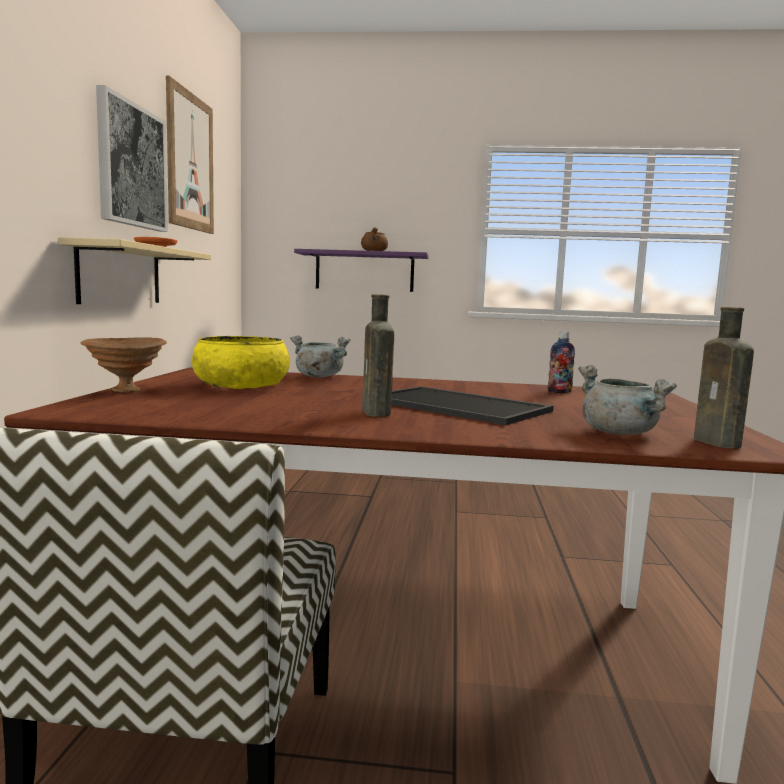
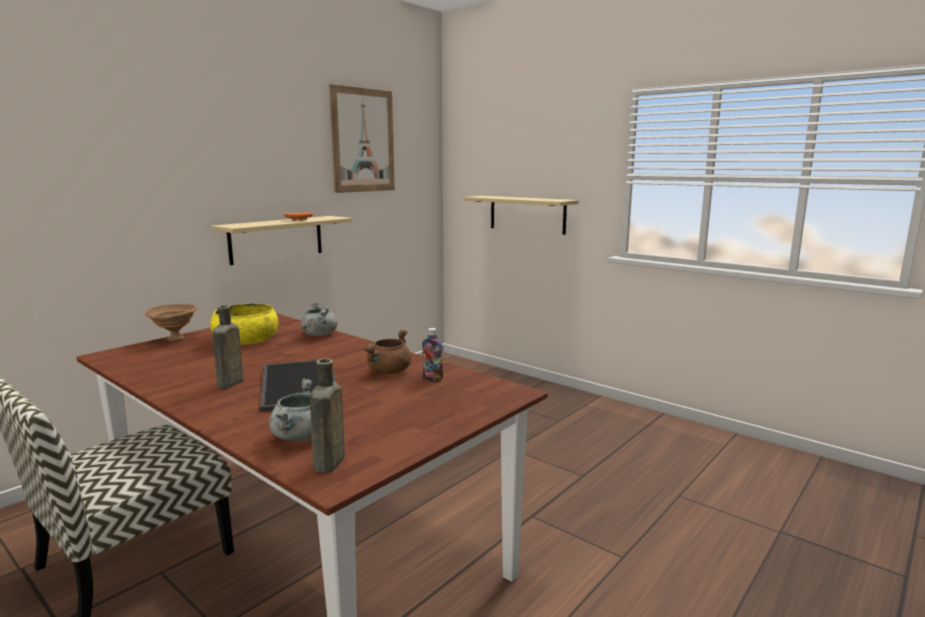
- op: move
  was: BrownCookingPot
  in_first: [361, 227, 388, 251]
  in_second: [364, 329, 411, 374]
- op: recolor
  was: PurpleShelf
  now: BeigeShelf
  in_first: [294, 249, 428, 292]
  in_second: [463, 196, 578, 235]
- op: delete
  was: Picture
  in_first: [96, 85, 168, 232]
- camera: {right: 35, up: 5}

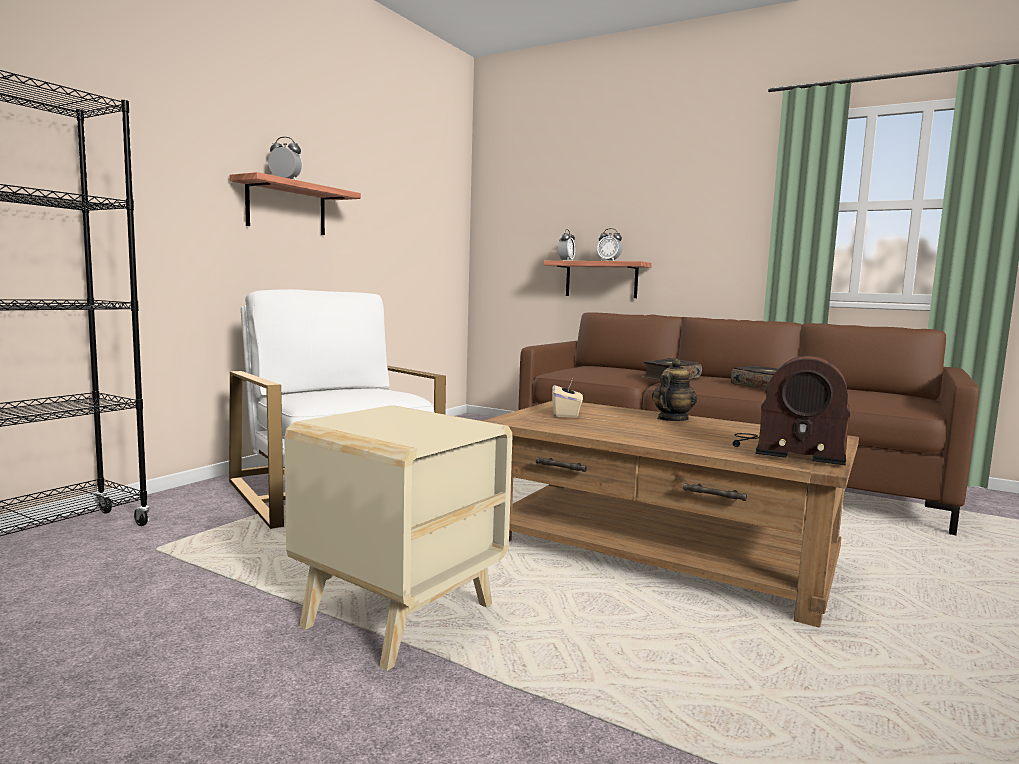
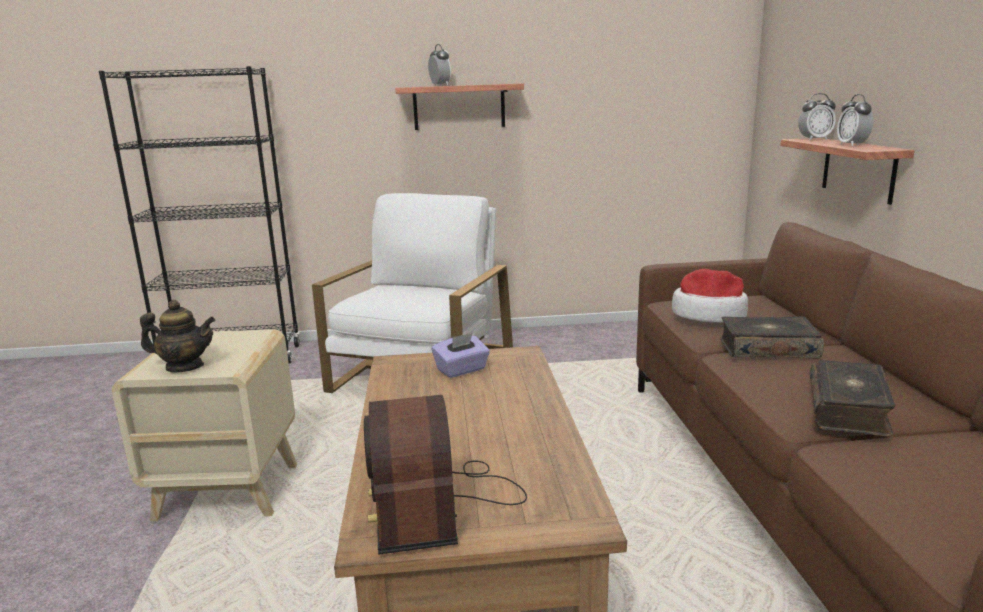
- op: move
  was: Teapot
  in_first: [652, 359, 697, 421]
  in_second: [140, 300, 215, 372]
- op: recolor
  was: BeigeTissueBox
  now: PurpleTissueBox
  in_first: [552, 379, 583, 418]
  in_second: [432, 333, 490, 378]
- op: insert
  now: Hat
  in_second: [672, 269, 748, 323]
- camera: {right: 55, up: 10}

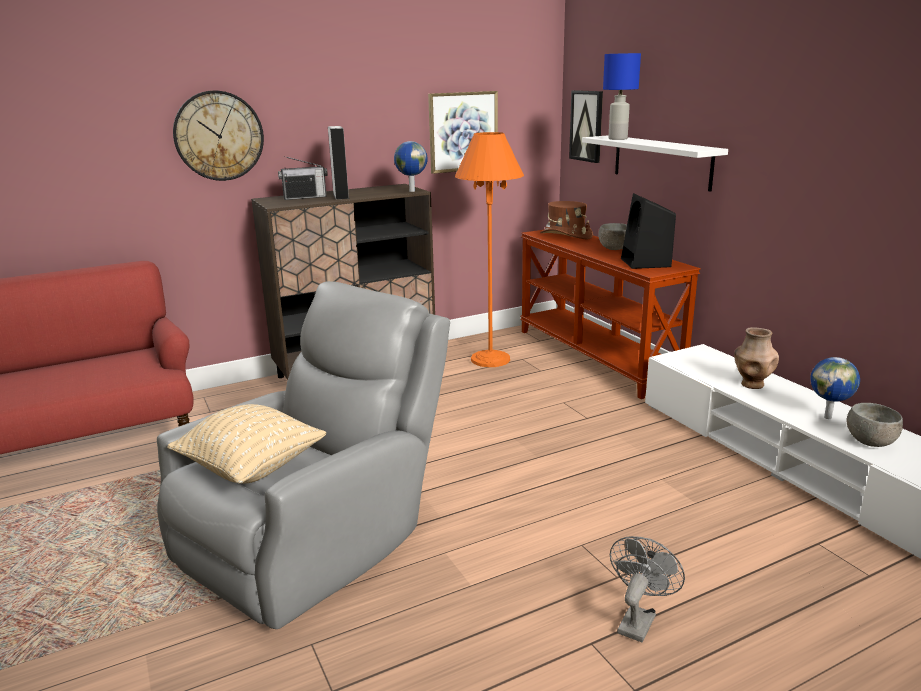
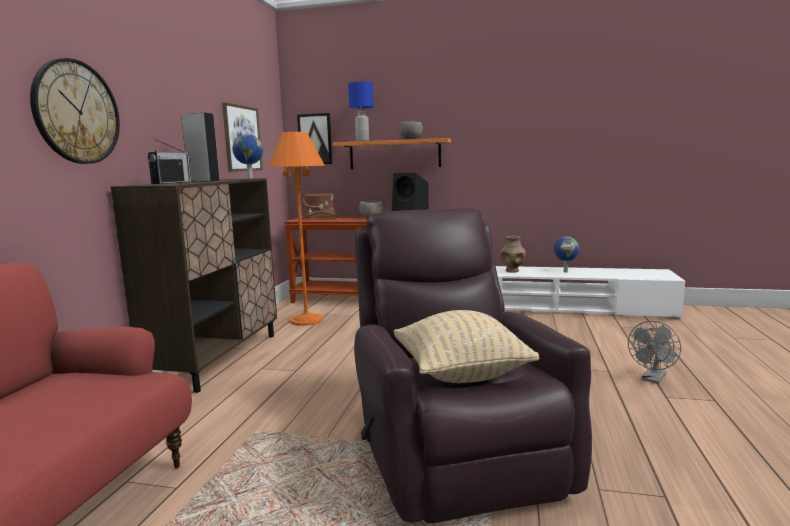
- op: recolor
  was: WhiteShelf
  now: OrangeShelf
  in_first: [582, 135, 728, 192]
  in_second: [333, 138, 451, 169]
- op: recolor
  was: GreyArmchair
  now: BrownArmchair
  in_first: [157, 281, 450, 629]
  in_second: [354, 208, 592, 523]
- op: move
  was: GreyBowl
  in_first: [847, 403, 903, 447]
  in_second: [398, 121, 423, 140]
- op: rotate
  was: GreyFan
  in_first: [610, 536, 685, 642]
  in_second: [628, 321, 681, 384]
  clockwise: -120
- camera: {right: -50, up: -10}

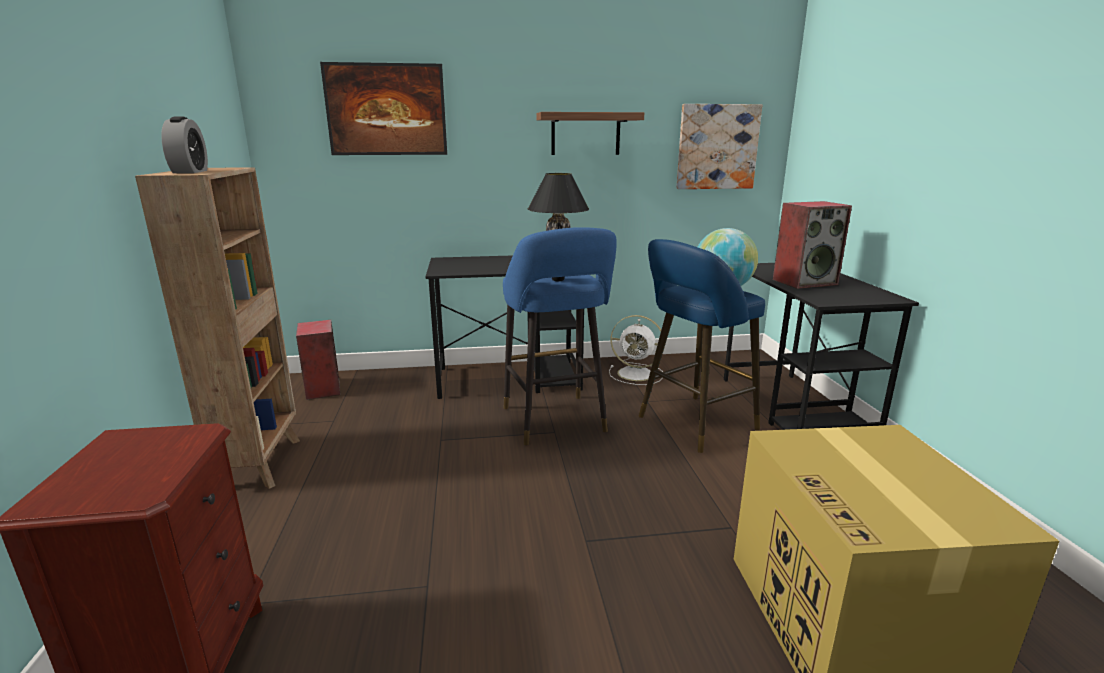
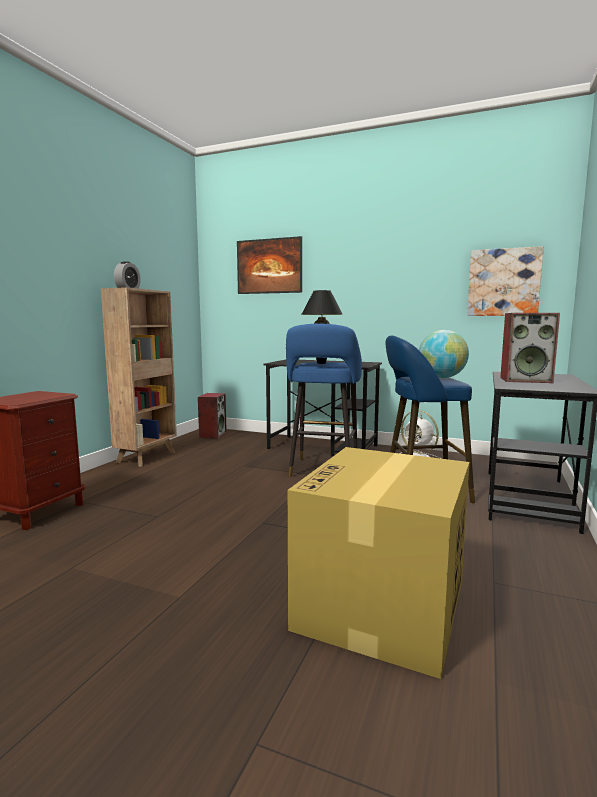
- op: delete
  was: Shelf
  in_first: [537, 112, 644, 155]
- camera: {right: 30, up: -10}

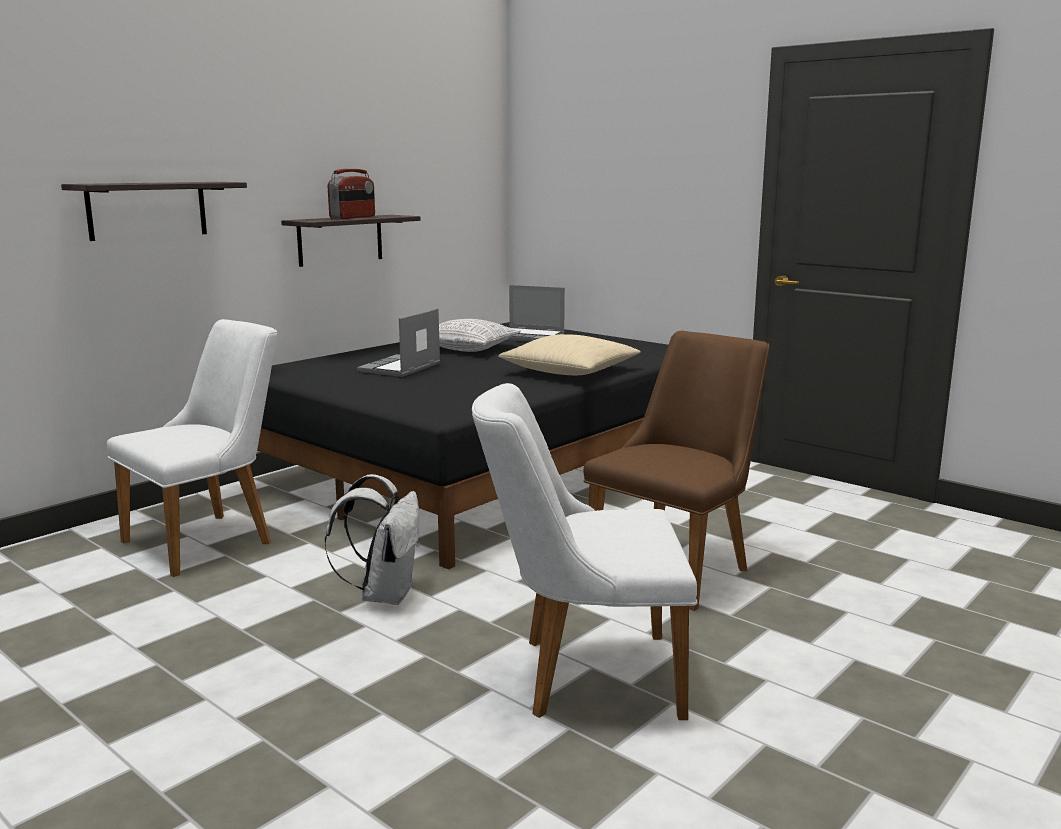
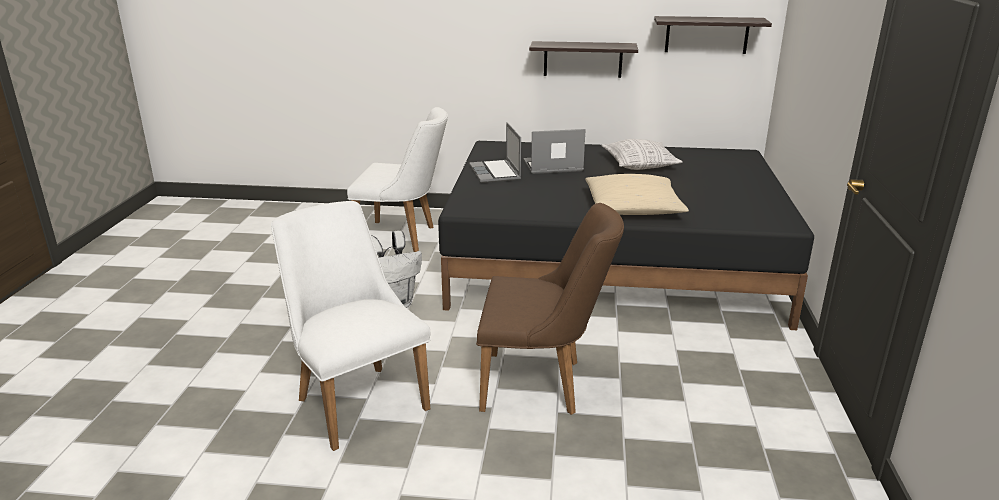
- op: move
  was: Laptop
  in_first: [506, 285, 565, 342]
  in_second: [469, 122, 521, 183]
- op: move
  was: Shelf
  in_first: [61, 182, 247, 241]
  in_second: [654, 16, 772, 54]
- op: delete
  was: Radio
  in_first: [328, 169, 375, 219]
- camera: {right: 55, up: 10}

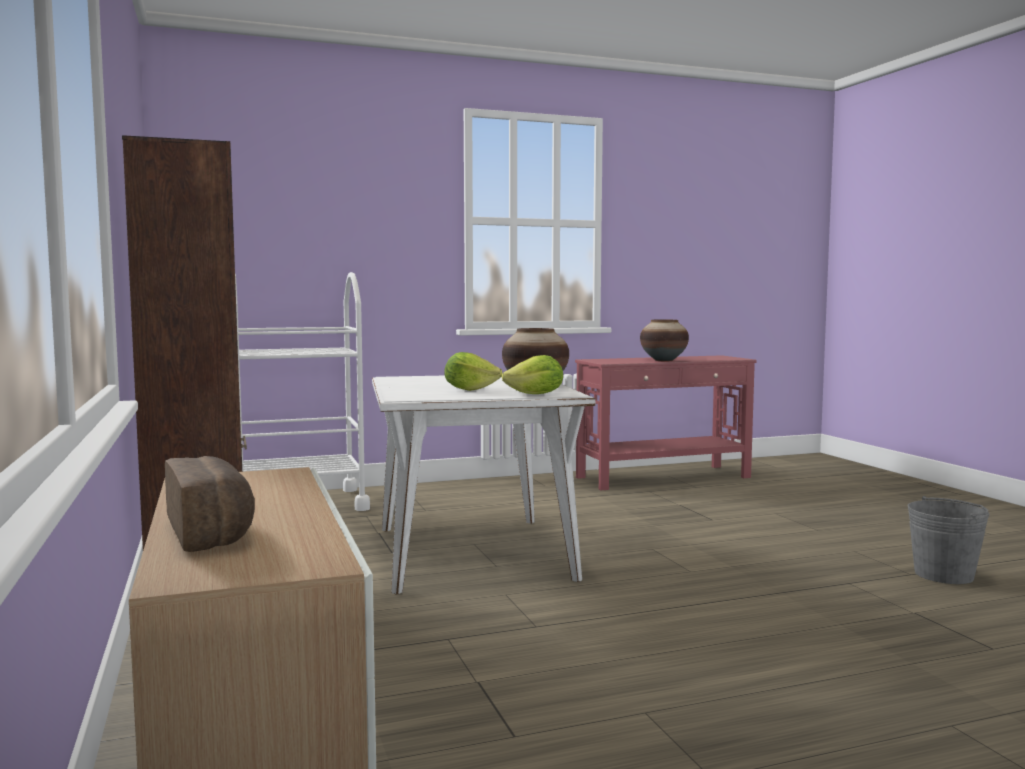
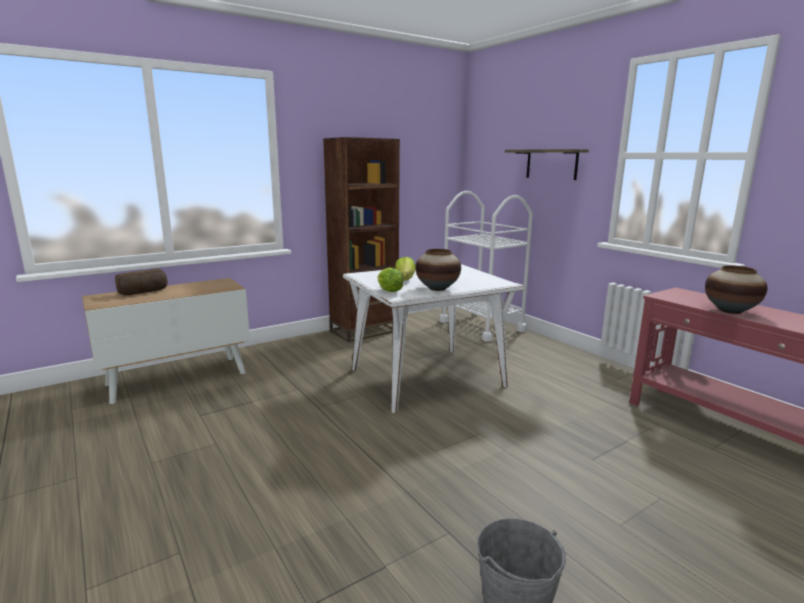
- op: insert
  now: Shelf
  in_second: [505, 149, 589, 180]
- camera: {right: 75, up: 10}

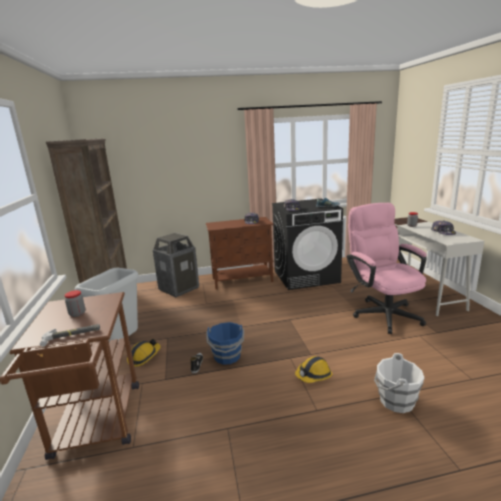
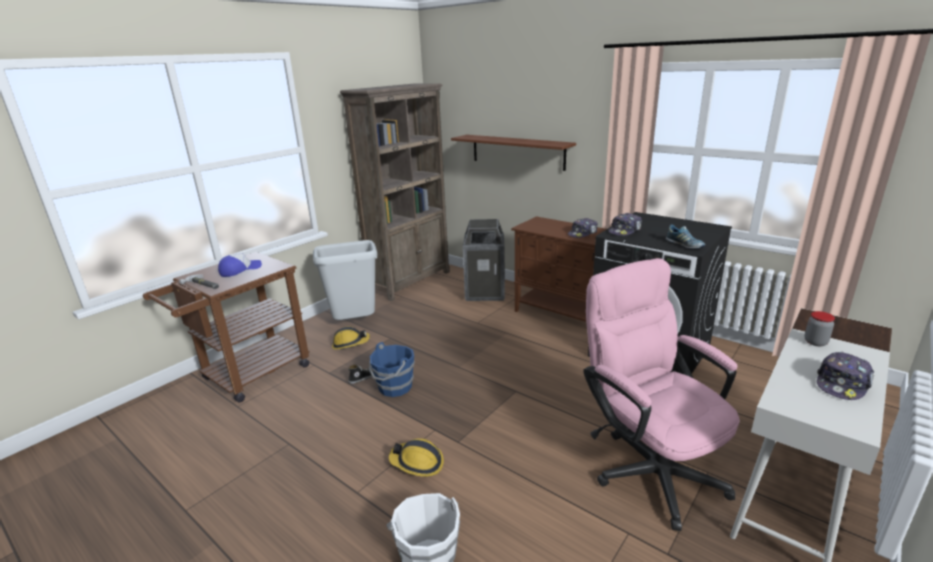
- op: replace
  was: Jar
  now: Cap
  in_first: [64, 290, 85, 317]
  in_second: [218, 253, 262, 277]
- op: insert
  now: BrownShelf
  in_second: [451, 135, 576, 171]
- op: rotate
  was: PinkOfficeChair
  in_first: [347, 203, 427, 334]
  in_second: [583, 258, 740, 531]
  clockwise: -60
- camera: {right: 50, up: 5}

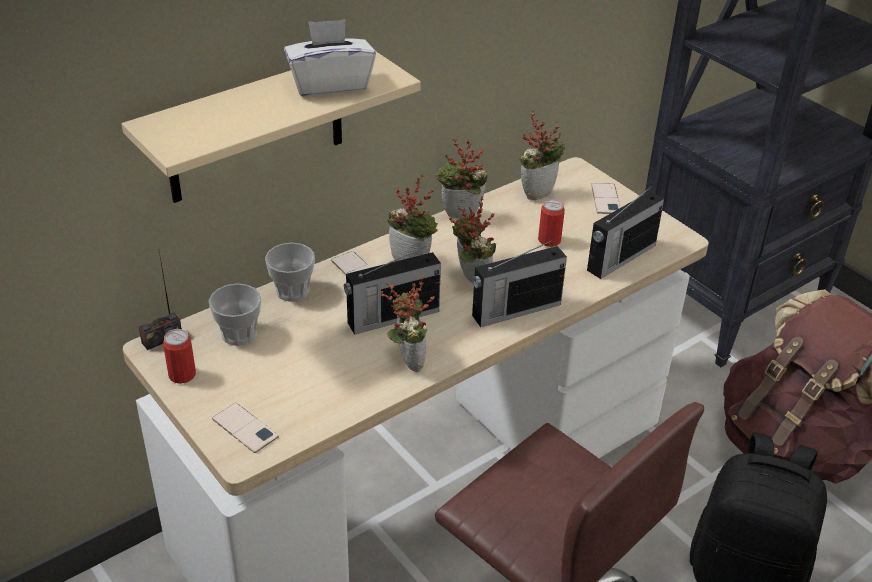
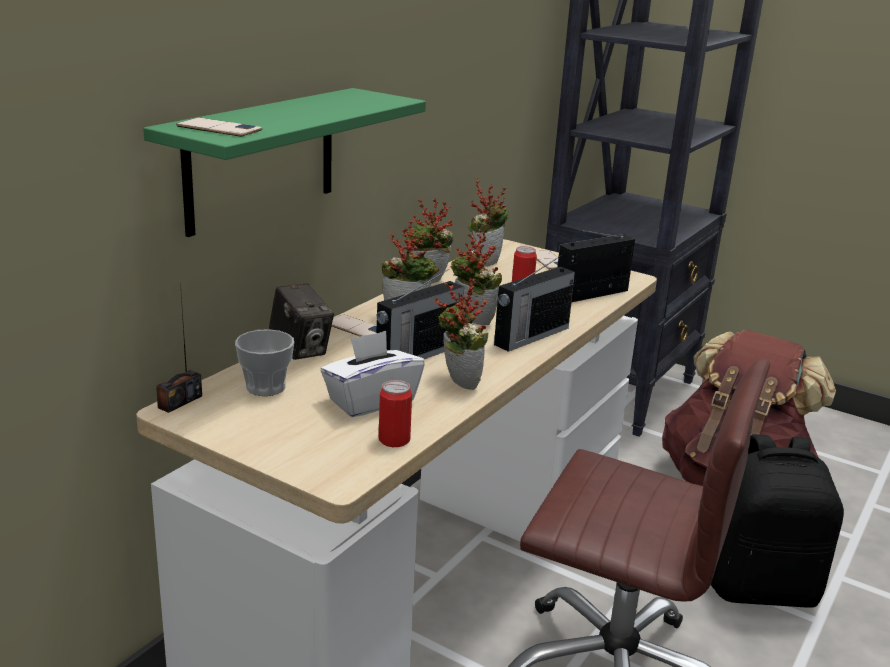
- op: recolor
  was: BeigeShelf
  now: GreenShelf
  in_first: [122, 51, 421, 203]
  in_second: [143, 88, 426, 237]
- op: move
  was: Phone
  in_first: [212, 403, 279, 453]
  in_second: [176, 117, 262, 137]
- op: replace
  was: Cup
  now: PhotoCamera
  in_first: [265, 243, 315, 302]
  in_second: [269, 283, 334, 360]
- op: move
  was: WhiteTissueBox
  in_first: [284, 19, 376, 97]
  in_second: [321, 331, 425, 417]
- op: move
  was: Can
  in_first: [163, 329, 196, 384]
  in_second: [379, 380, 412, 447]
- op: rotate
  was: Radio
  in_first: [587, 185, 664, 279]
  in_second: [558, 229, 635, 303]
  clockwise: -150
- camera: {right: -20, up: -15}

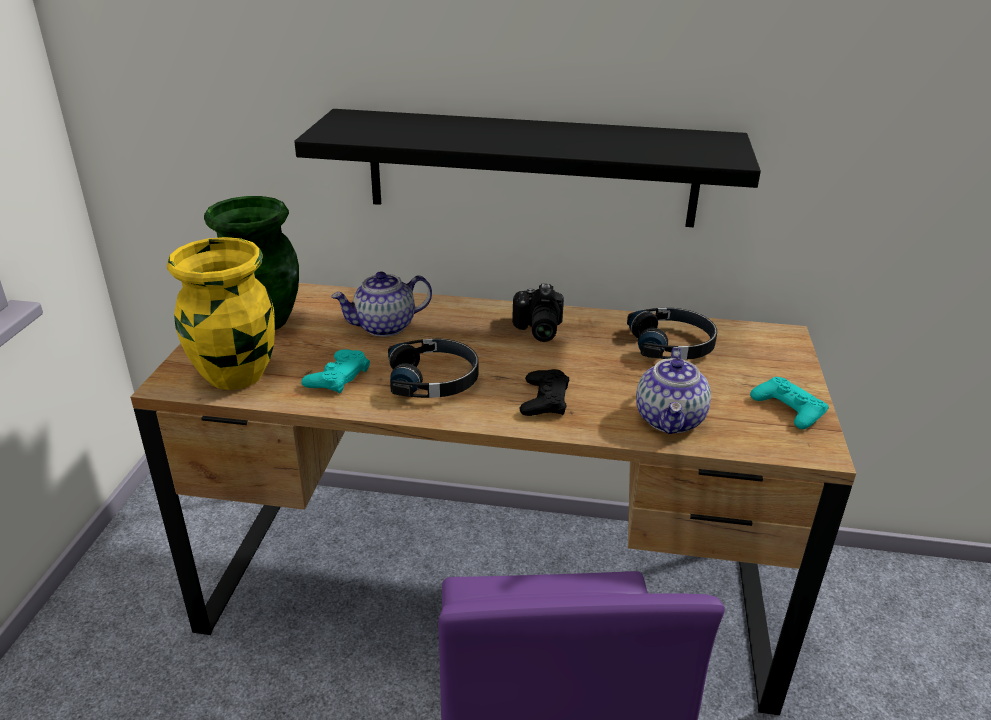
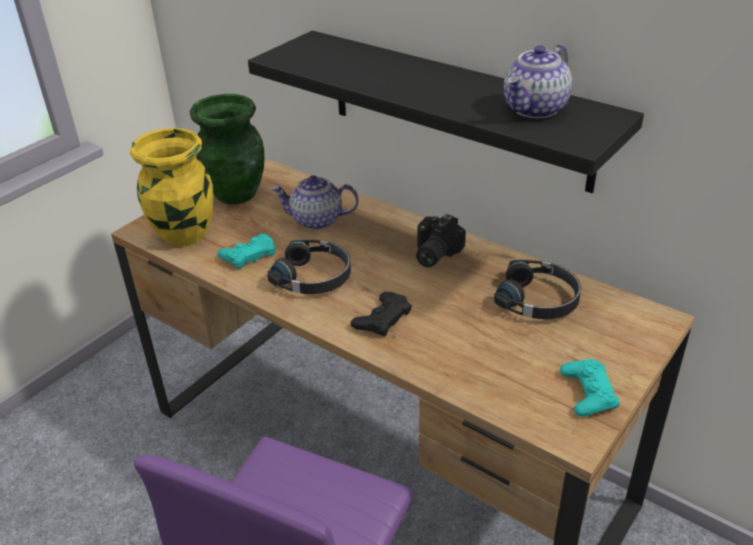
- op: move
  was: Teapot
  in_first: [636, 347, 711, 434]
  in_second: [504, 45, 572, 118]
- camera: {right: 30, up: 5}

